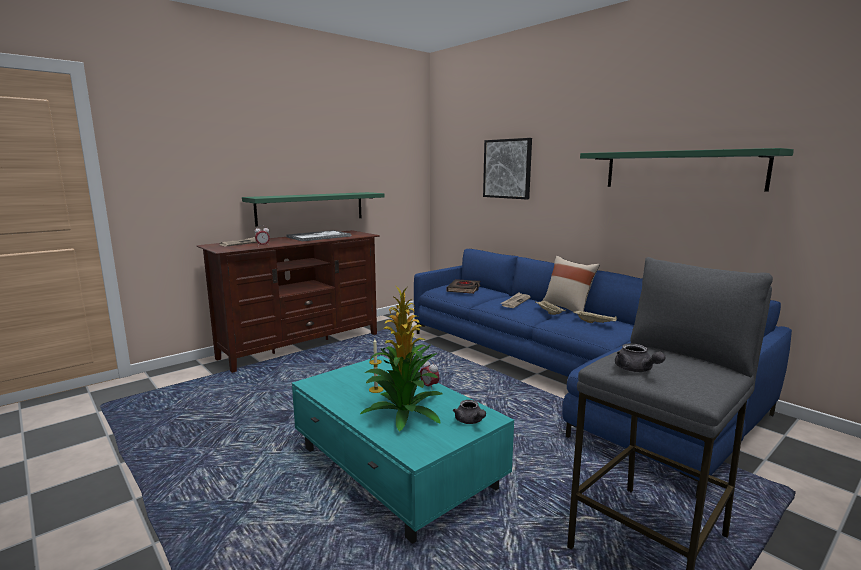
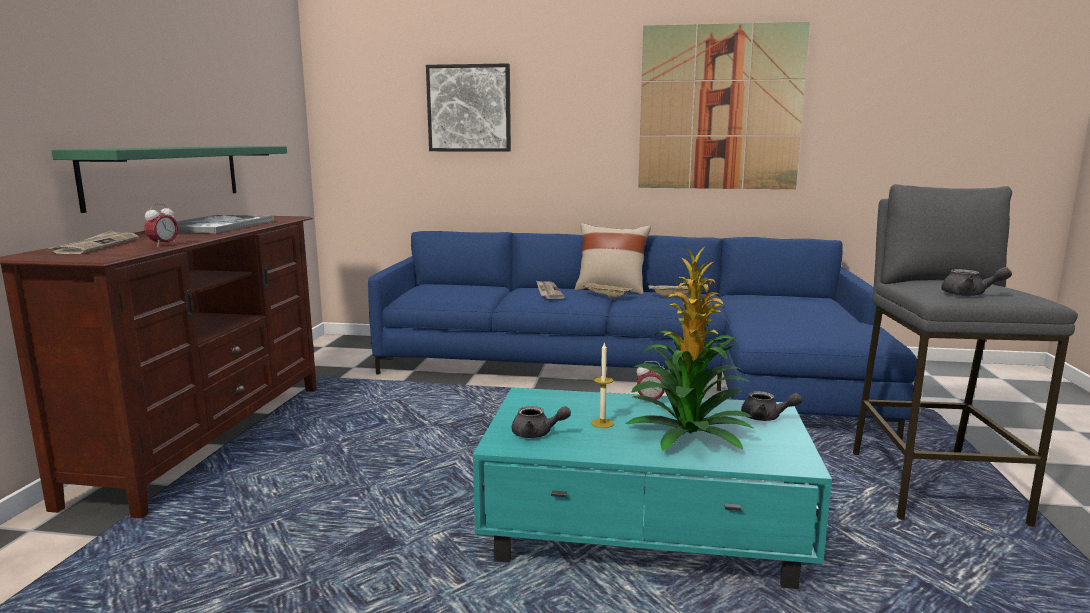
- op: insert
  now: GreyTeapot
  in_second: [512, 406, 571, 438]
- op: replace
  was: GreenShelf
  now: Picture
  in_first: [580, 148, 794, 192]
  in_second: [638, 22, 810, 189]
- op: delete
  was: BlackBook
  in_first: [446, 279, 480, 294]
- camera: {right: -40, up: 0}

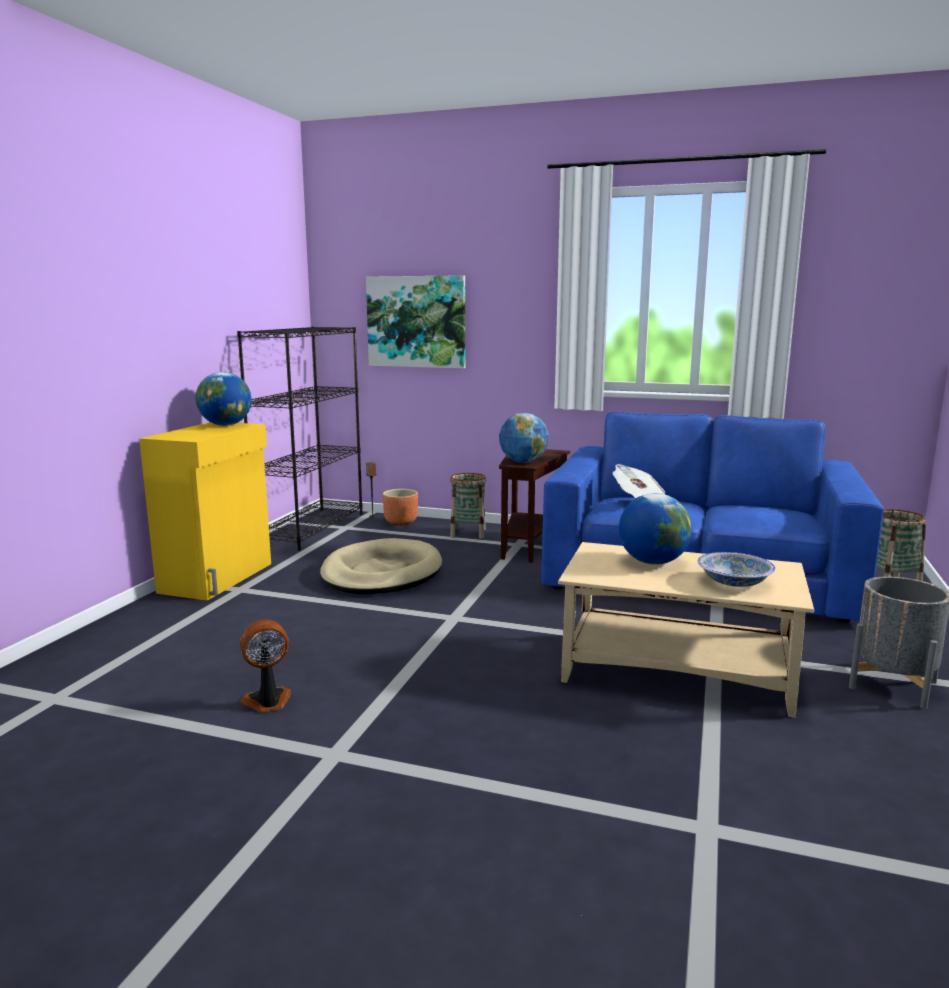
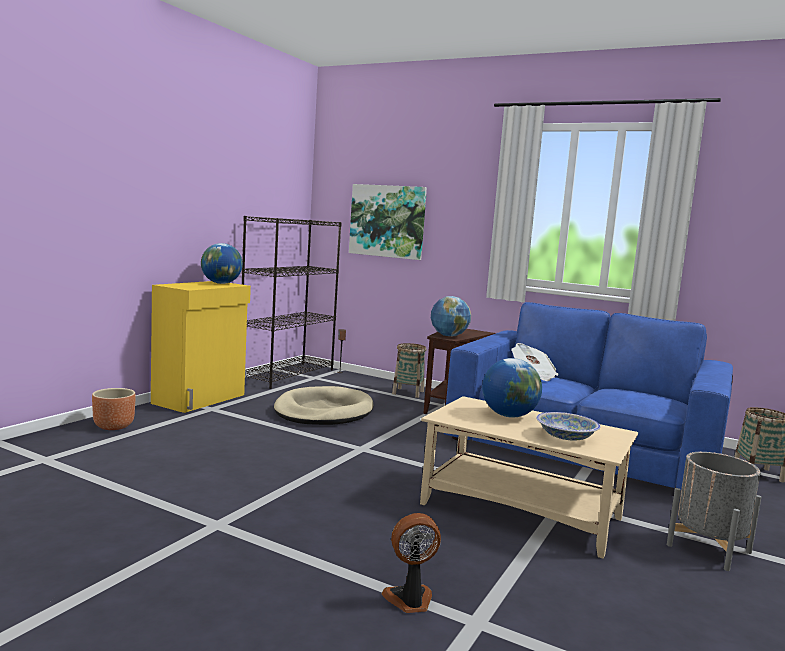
- op: move
  was: BrownPlanter
  in_first: [383, 489, 418, 525]
  in_second: [92, 388, 136, 430]
- op: move
  was: Fan
  in_first: [240, 619, 291, 713]
  in_second: [382, 513, 441, 613]
- camera: {right: 10, up: -5}

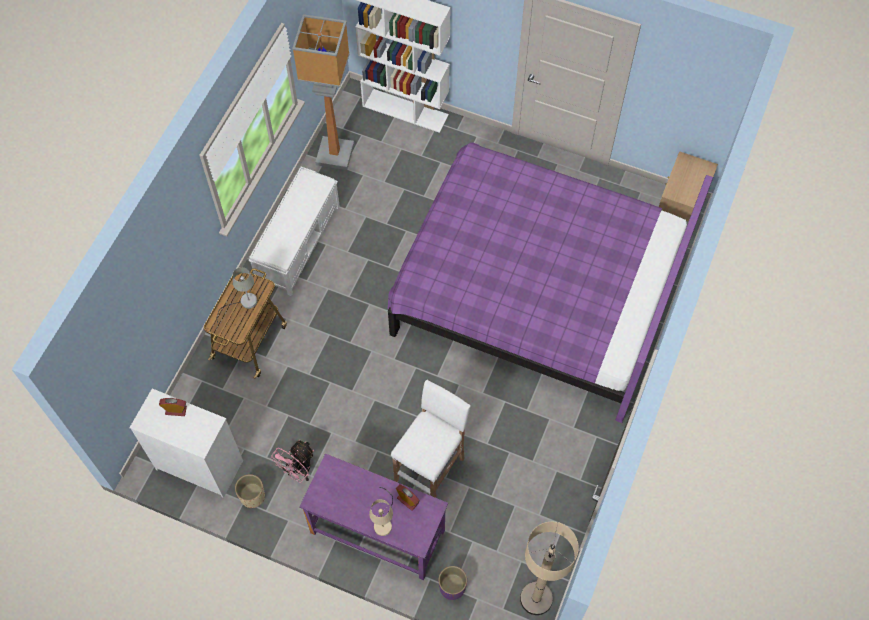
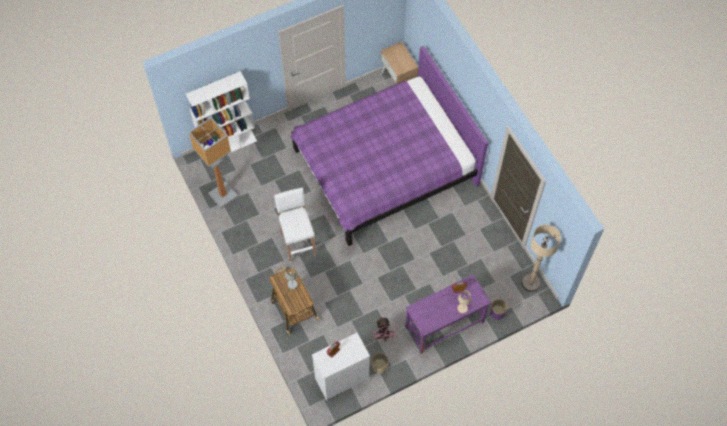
- op: move
  was: WhiteStool
  in_first: [391, 380, 471, 498]
  in_second: [274, 188, 316, 262]
- op: delete
  was: WhiteBench
  in_first: [249, 167, 340, 296]
- camera: {right: -50, up: 0}

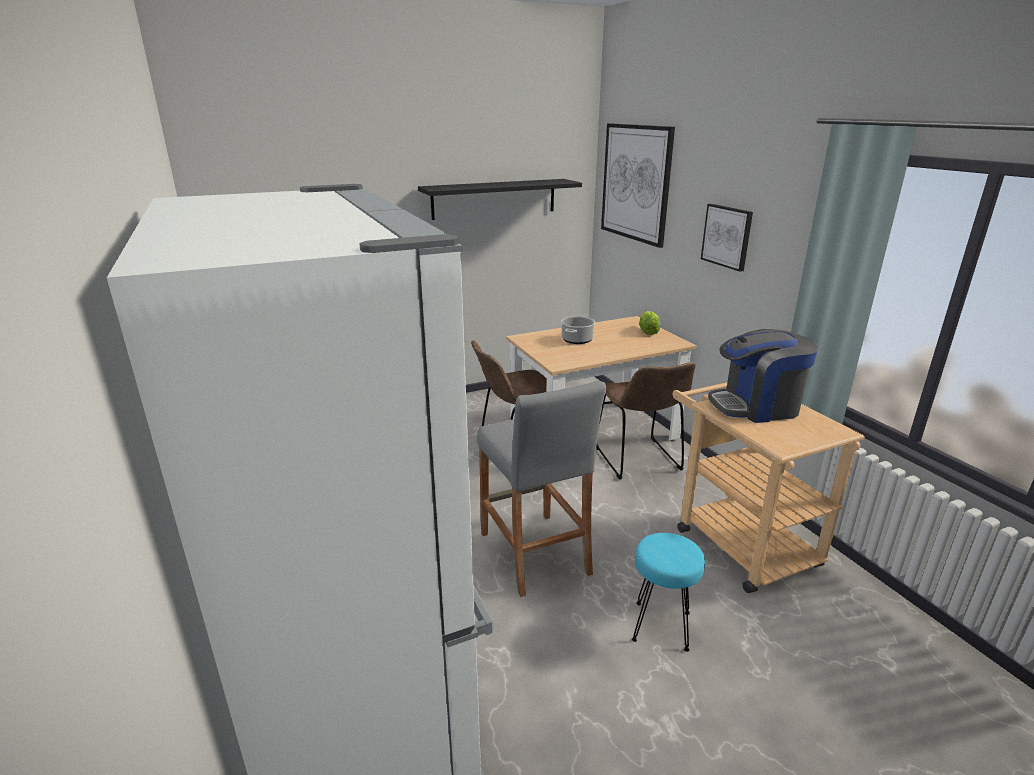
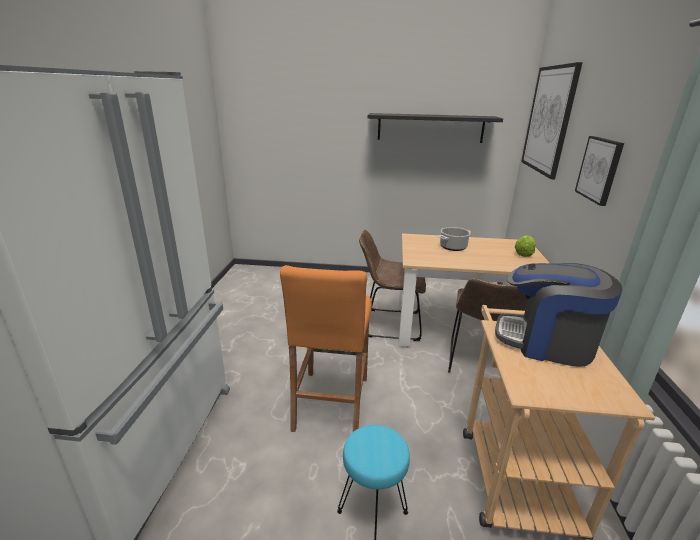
- op: recolor
  was: GreyStool
  now: OrangeStool
  in_first: [477, 381, 606, 597]
  in_second: [280, 265, 372, 432]
- camera: {right: 30, up: 0}

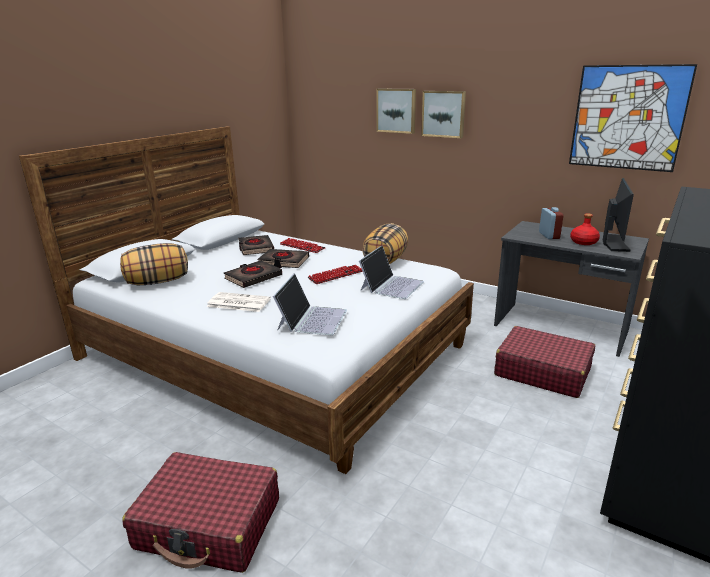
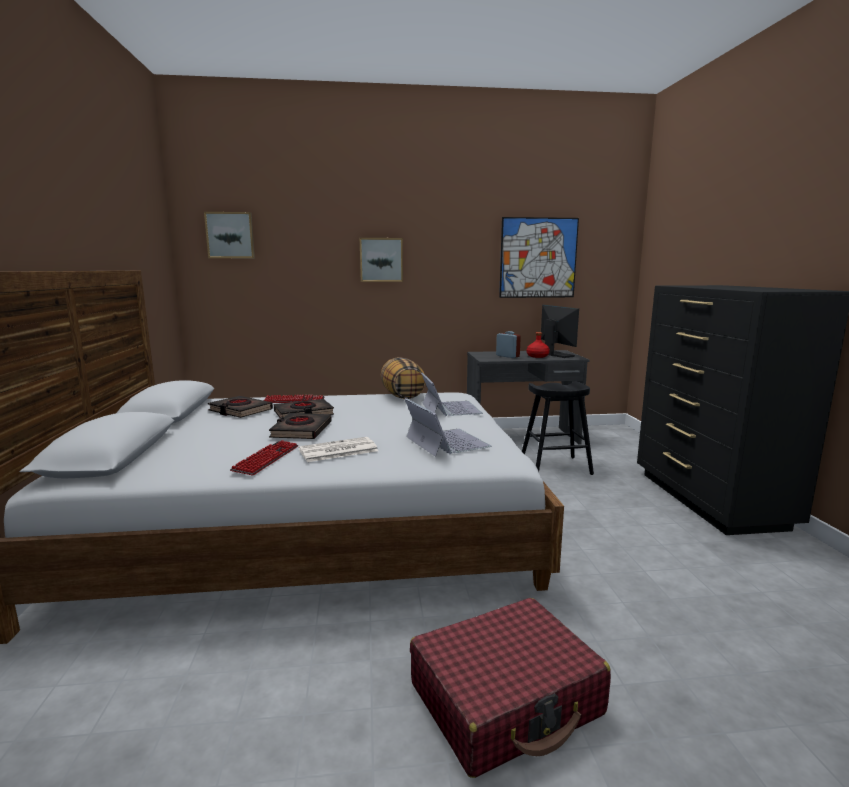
- op: move
  was: Picture
  in_first: [377, 88, 416, 134]
  in_second: [204, 212, 255, 258]
- op: move
  was: Keyboard
  in_first: [308, 265, 363, 284]
  in_second: [230, 440, 298, 476]
- op: replace
  was: RedSuitcase
  now: BlackStool
  in_first: [494, 326, 595, 398]
  in_second: [522, 382, 594, 475]
- op: delete
  was: Pillow
  in_first: [120, 243, 188, 285]
- camera: {right: -40, up: -10}

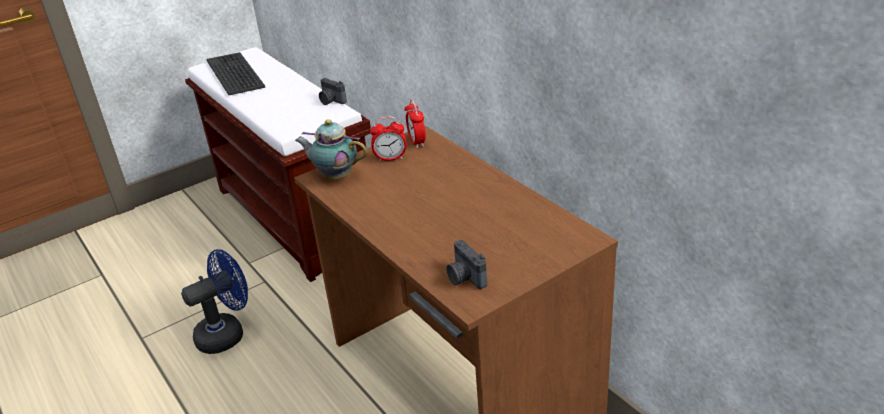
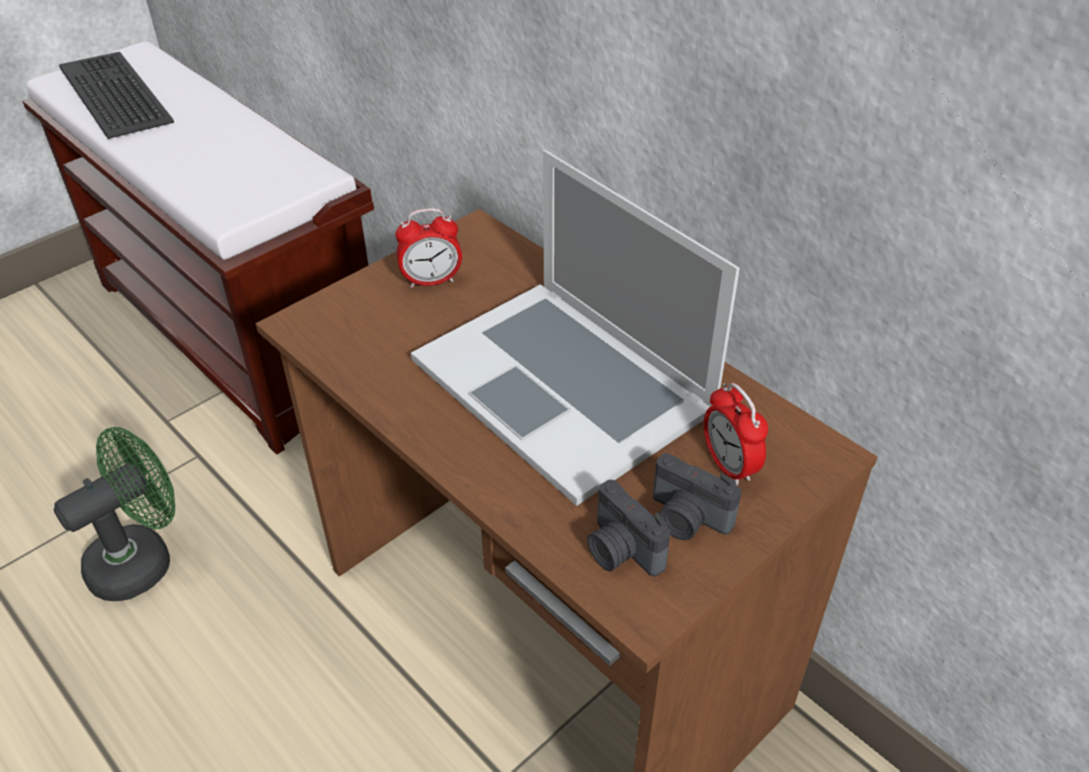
- op: recolor
  was: BlueFan
  now: GreenFan
  in_first: [181, 249, 248, 354]
  in_second: [54, 427, 175, 601]
- op: insert
  now: Laptop
  in_second: [411, 150, 740, 506]
- op: move
  was: PhotoCamera
  in_first: [319, 78, 347, 105]
  in_second: [653, 453, 741, 540]
- op: move
  was: AlarmClock
  in_first: [404, 100, 426, 148]
  in_second: [704, 383, 768, 485]
- op: delete
  was: Teapot
  in_first: [295, 119, 367, 179]
- camera: {right: -10, up: 10}

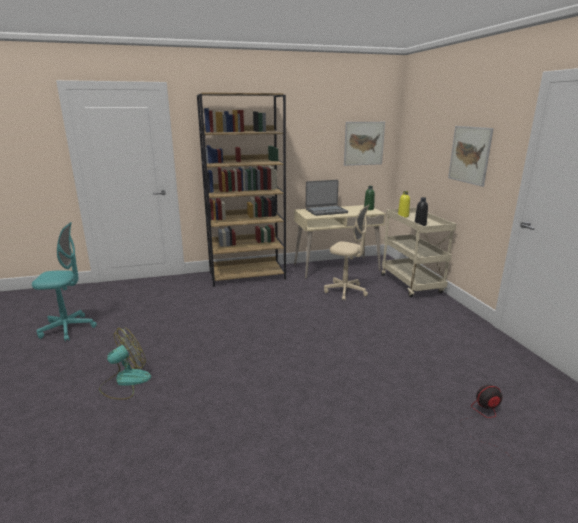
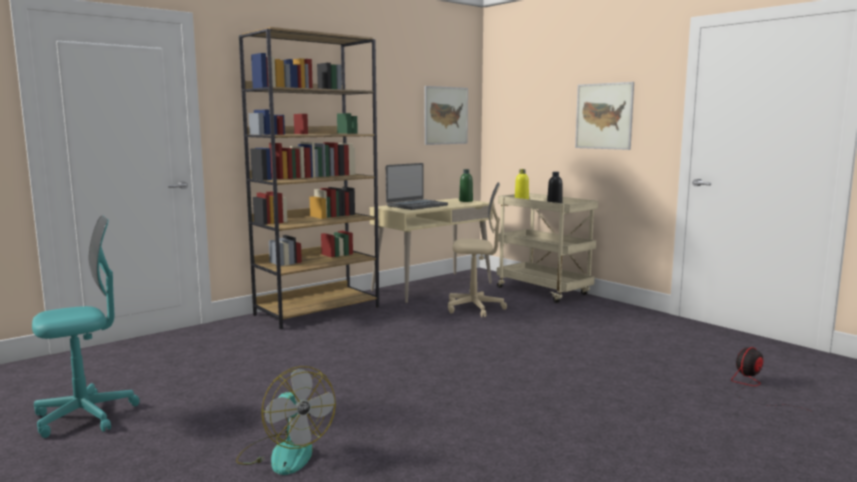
- op: rotate
  was: Fan
  in_first: [99, 328, 151, 400]
  in_second: [236, 366, 336, 475]
  clockwise: 120
- camera: {right: -25, up: -10}

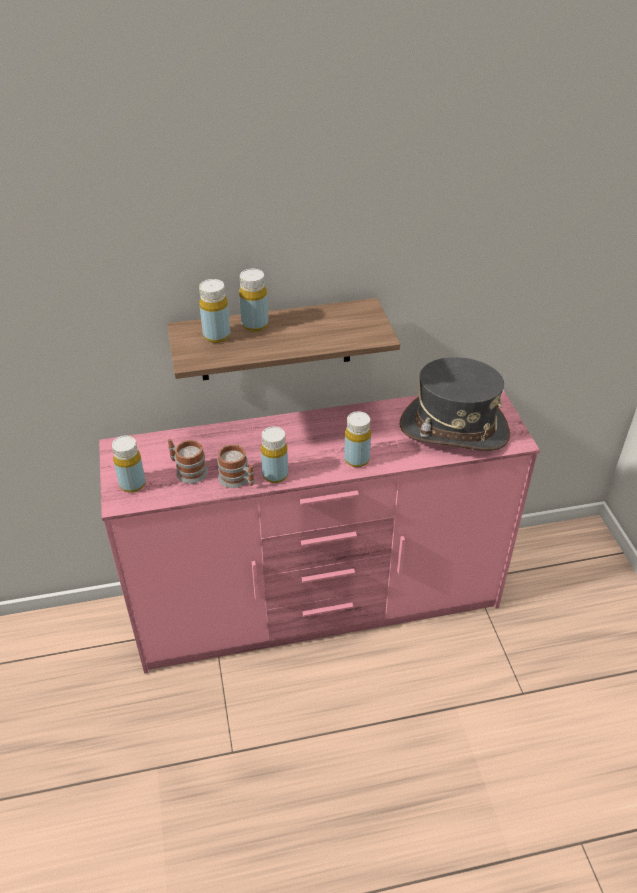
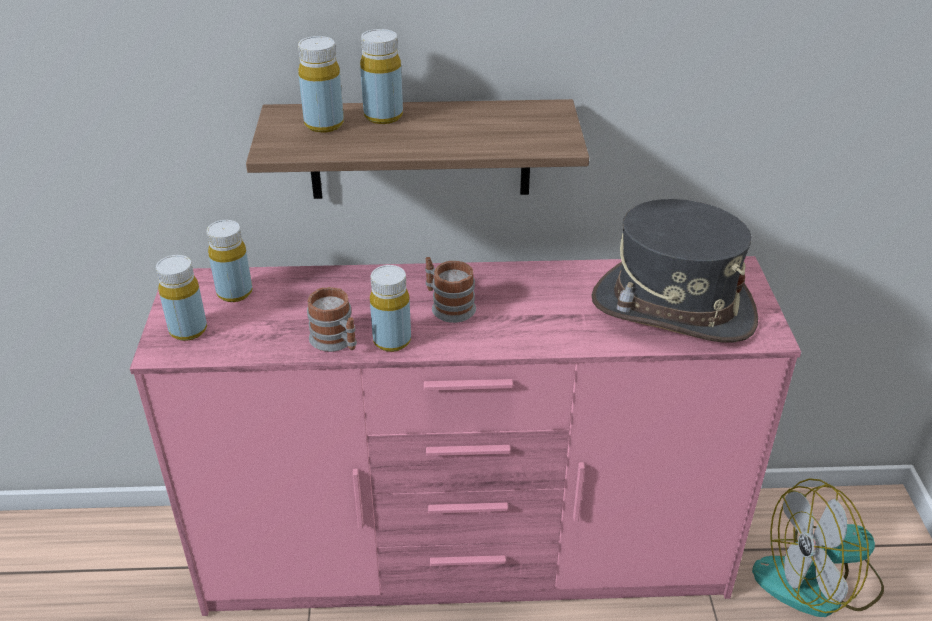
- op: move
  was: YellowBottle
  in_first: [344, 411, 371, 467]
  in_second: [207, 220, 253, 302]
- op: move
  was: Mug
  in_first: [168, 439, 208, 484]
  in_second: [425, 257, 476, 323]
- op: insert
  now: Fan
  in_second: [752, 478, 884, 617]
- camera: {right: 10, up: -5}

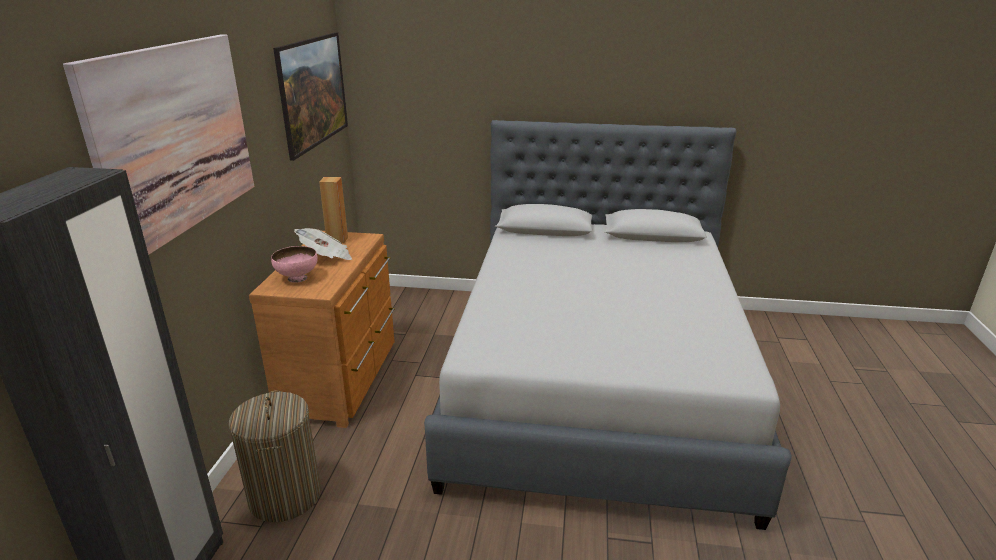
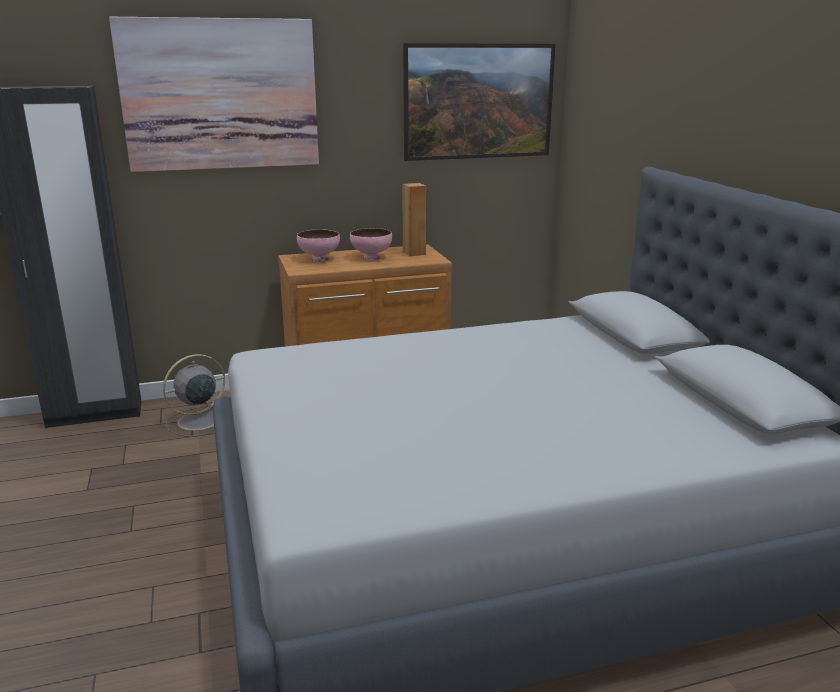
- op: replace
  was: LaundryBasket
  now: GreyFan
  in_first: [229, 390, 321, 522]
  in_second: [163, 354, 225, 437]
- op: replace
  was: Newspaper
  now: PinkBowl
  in_first: [294, 228, 352, 260]
  in_second: [350, 228, 392, 260]
- camera: {right: 65, up: -5}

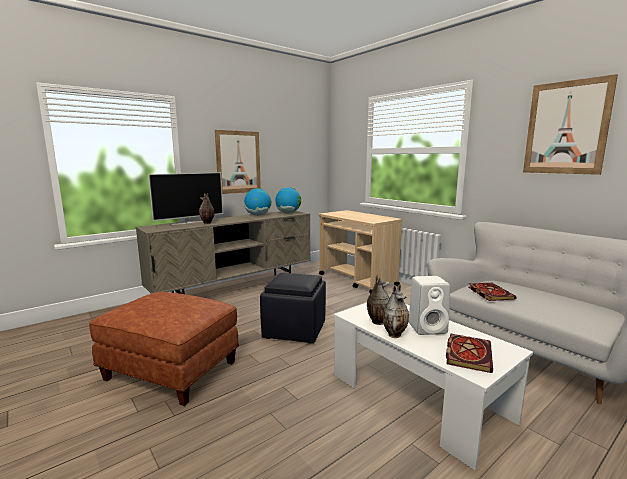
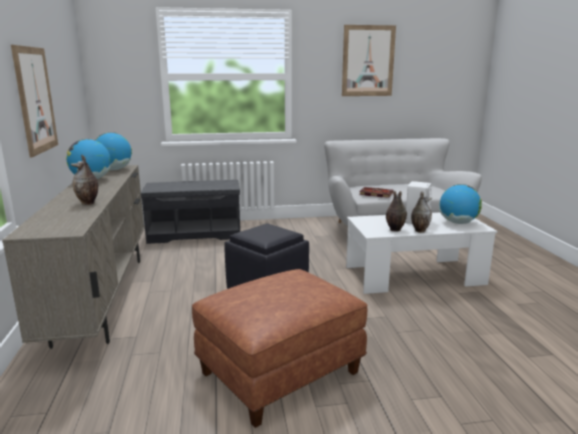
- op: replace
  was: BeigeCart
  now: GreyBench
  in_first: [319, 210, 403, 294]
  in_second: [141, 180, 240, 244]
- op: replace
  was: Book
  now: Globe
  in_first: [446, 333, 493, 373]
  in_second: [439, 184, 482, 224]
- op: delete
  was: Television
  in_first: [148, 172, 223, 225]
- camera: {right: -60, up: 5}

